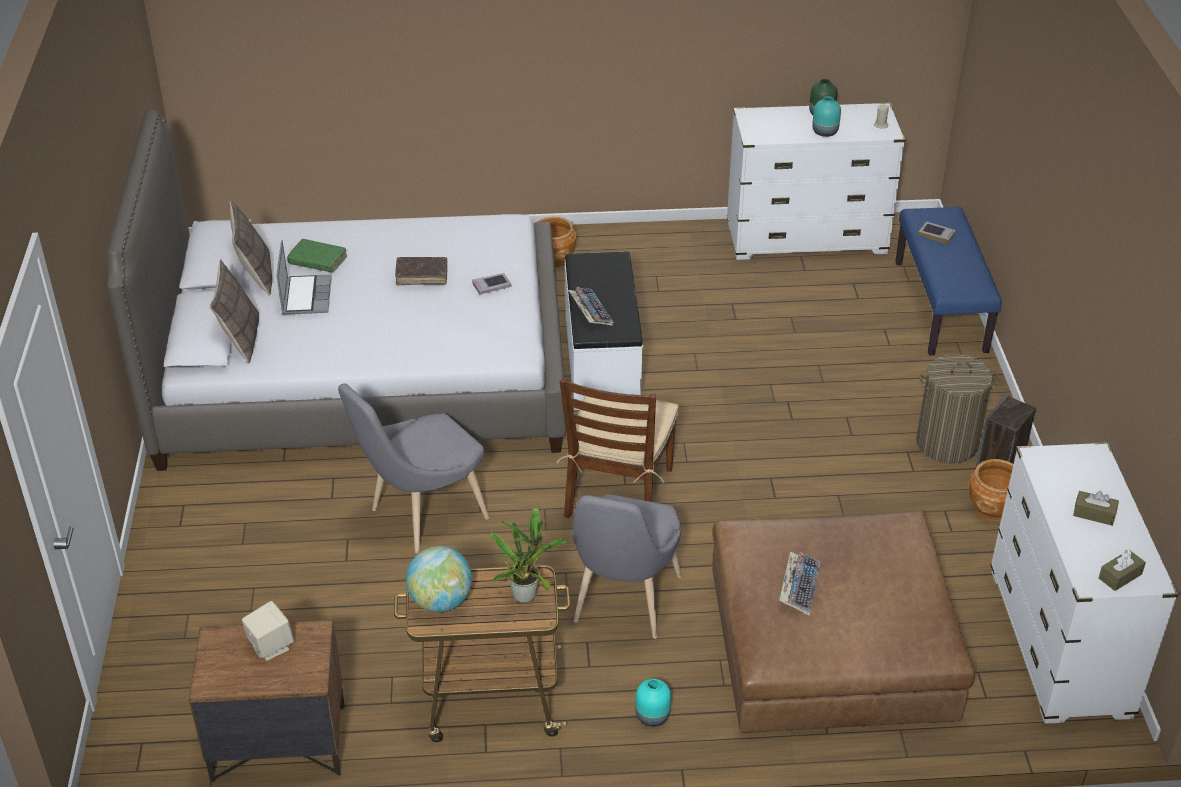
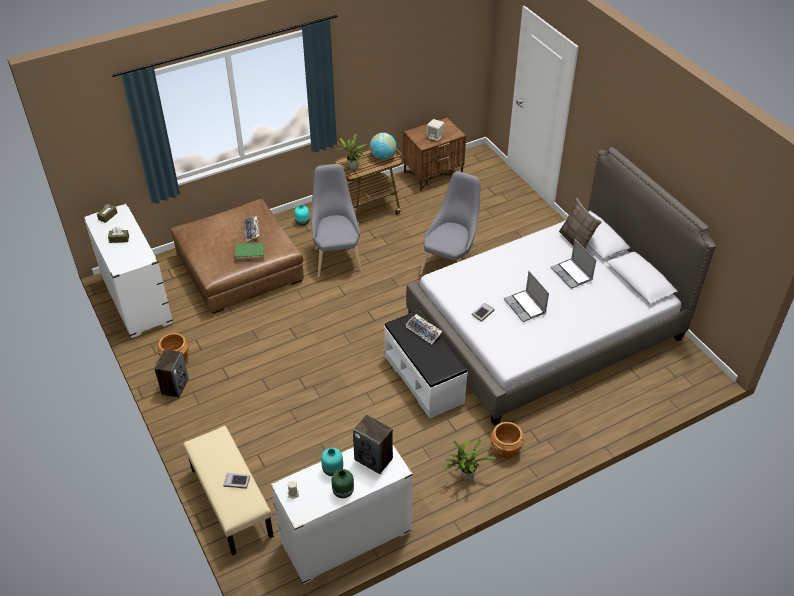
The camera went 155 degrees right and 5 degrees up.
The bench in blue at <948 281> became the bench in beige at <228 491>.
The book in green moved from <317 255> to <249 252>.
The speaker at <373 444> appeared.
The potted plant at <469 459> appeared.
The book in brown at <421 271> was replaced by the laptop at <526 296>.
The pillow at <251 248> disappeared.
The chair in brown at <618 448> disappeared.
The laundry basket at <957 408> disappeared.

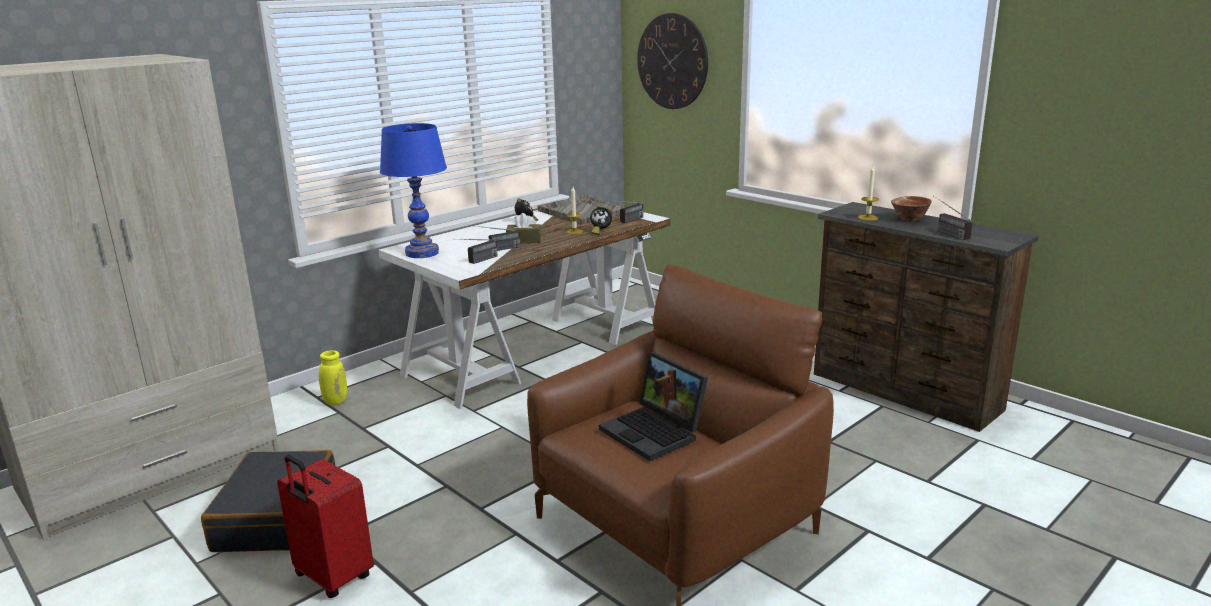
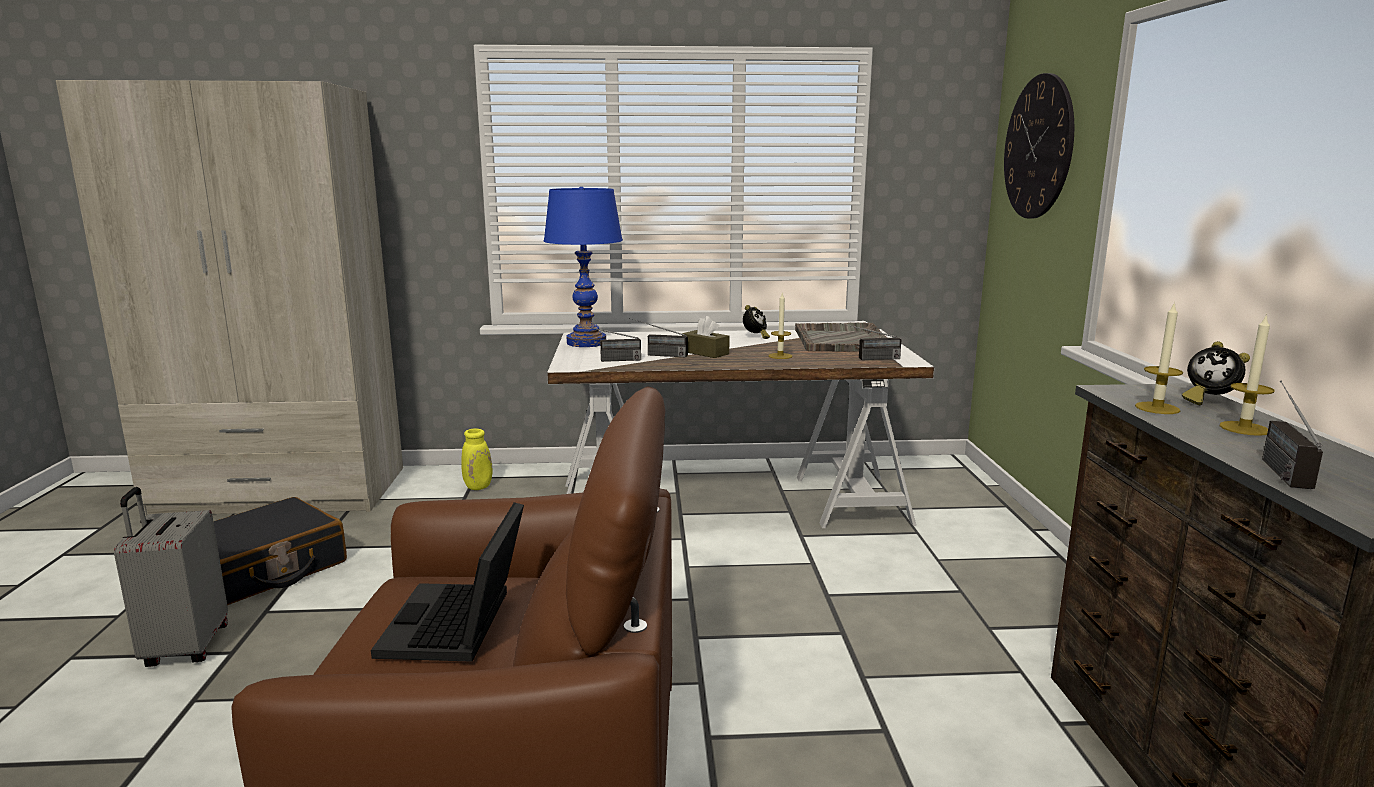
The camera went 40 degrees right and 5 degrees down.
The suitcase in red at <325 526> became the suitcase in grey at <171 577>.
The alarm clock moved from <601 220> to <1216 373>.
The bowl at <911 209> was replaced by the candle at <1247 375>.

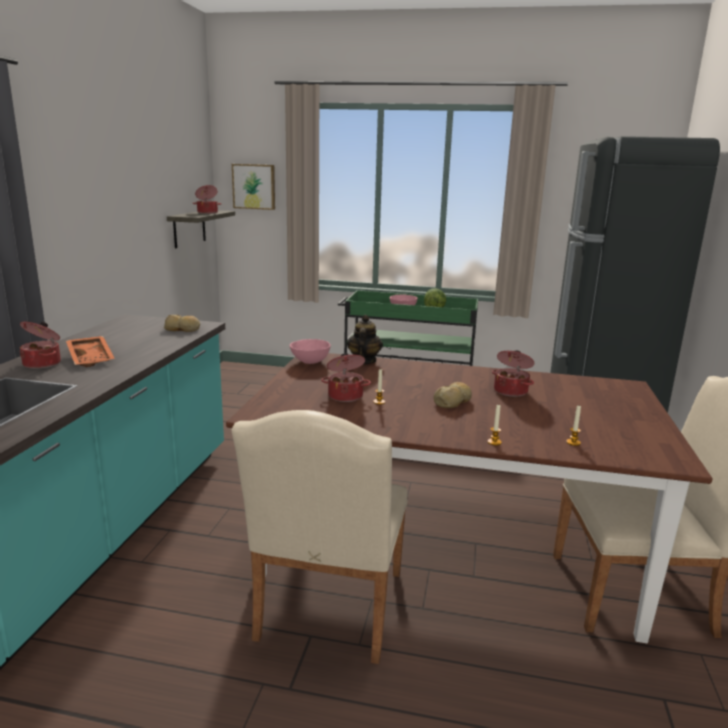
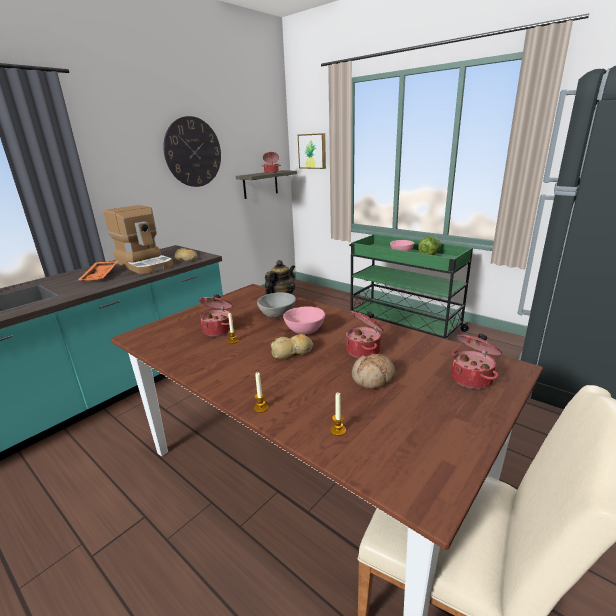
The camera went 30 degrees right and 5 degrees up.
The coffee machine at <138 239> appeared.
The wall clock at <192 151> appeared.
The bowl in grey at <276 305> appeared.
The bowl in pink moved from <310 351> to <304 320>.
The bread at <373 371> appeared.
The cooking pot moved from <40 345> to <476 361>.
The chair in beige at <319 537> disappeared.

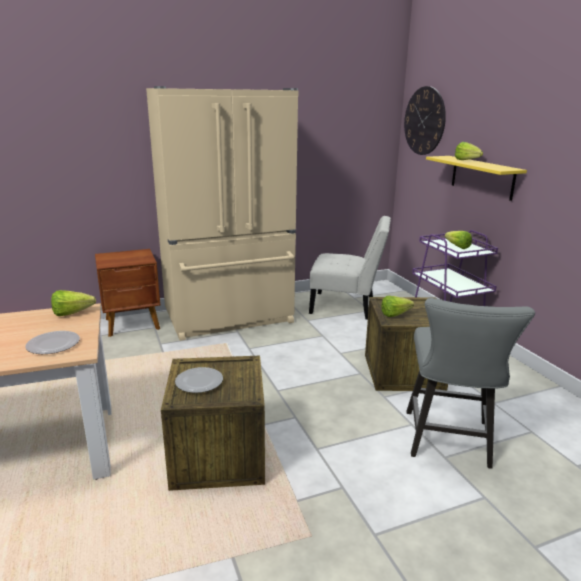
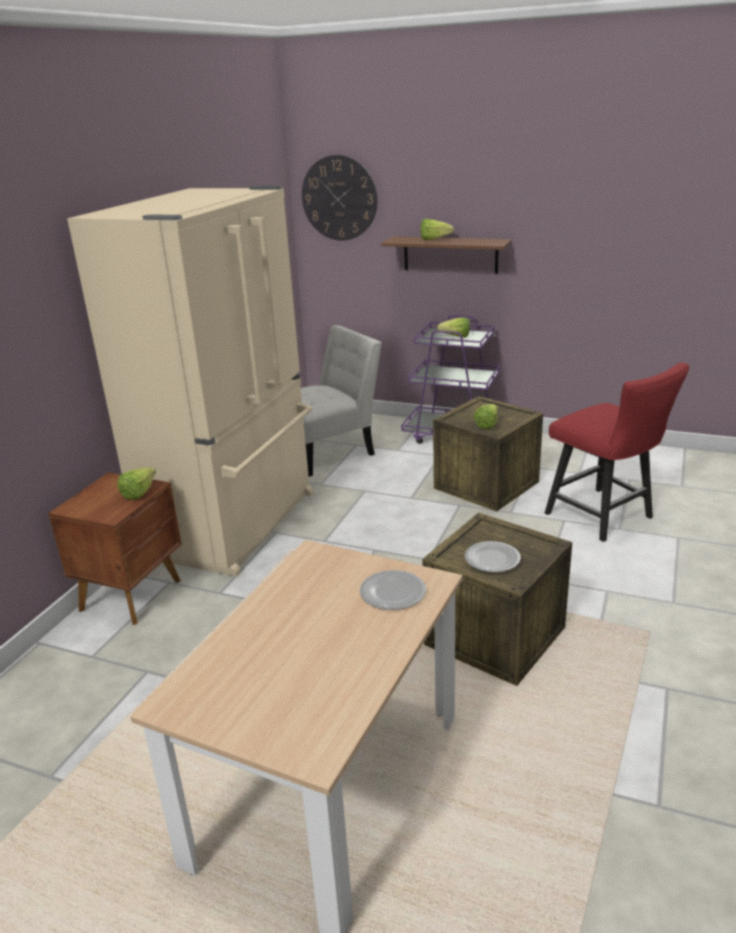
The camera went 45 degrees left and 5 degrees up.
The lettuce moved from <73 303> to <137 483>.
The shelf in yellow at <476 178> became the shelf in brown at <446 255>.
The chair in grey at <470 383> became the chair in red at <617 452>.

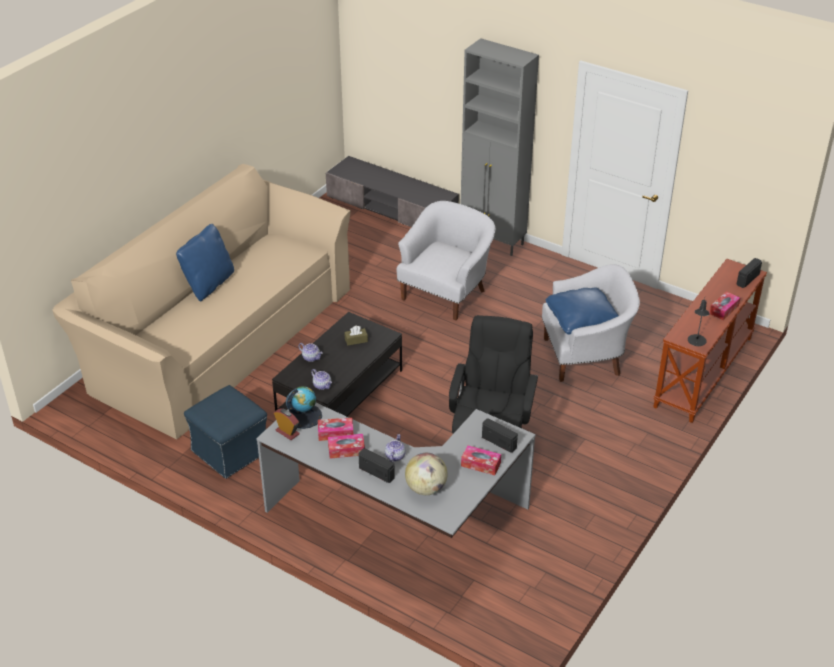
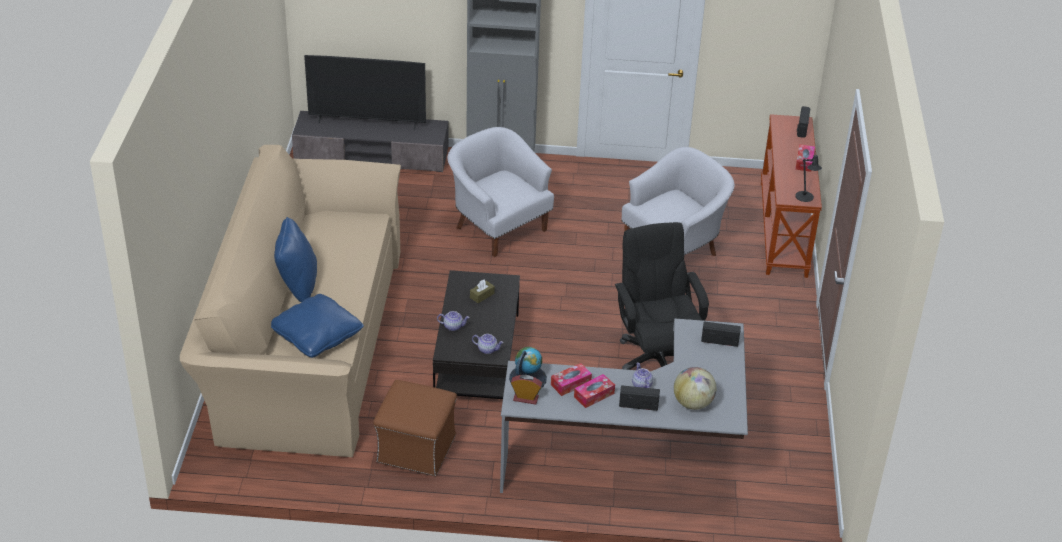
The camera went 30 degrees left and 0 degrees up.
The pillow in blue moved from <582 311> to <317 326>.
The television at <365 93> appeared.
The ottoman in blue at <225 432> became the ottoman in brown at <415 428>.
The armchair in white at <445 260> turned 45 degrees counterclockwise.
The tissue box at <481 460> disappeared.

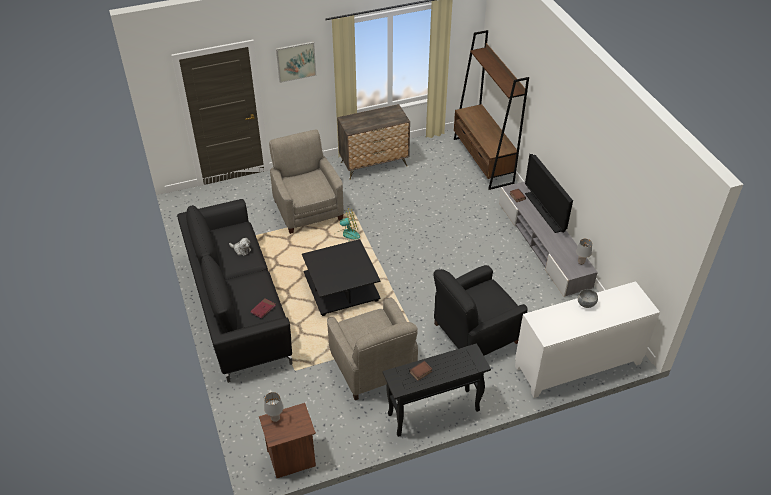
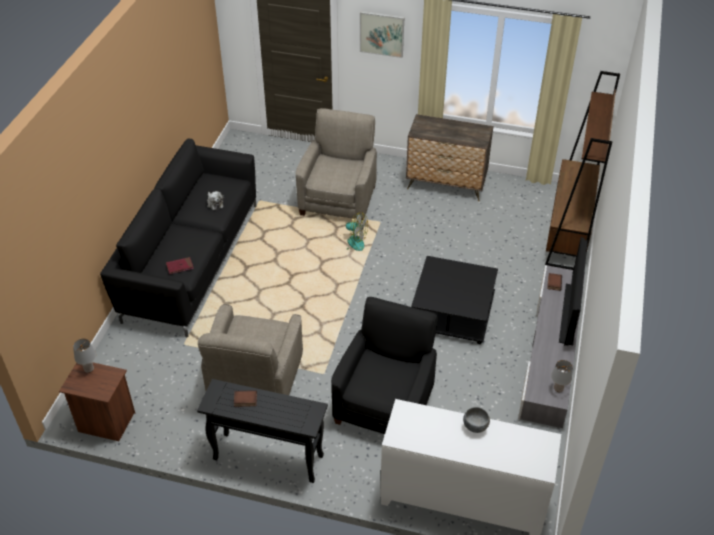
The camera went 35 degrees right and 0 degrees up.
The armchair in black at <481 310> turned 105 degrees clockwise.
The coffee table in black moved from <341 277> to <454 300>.

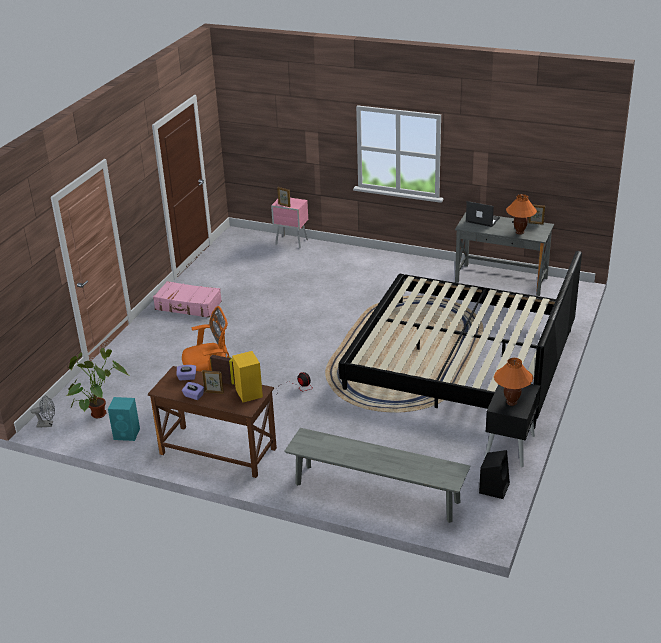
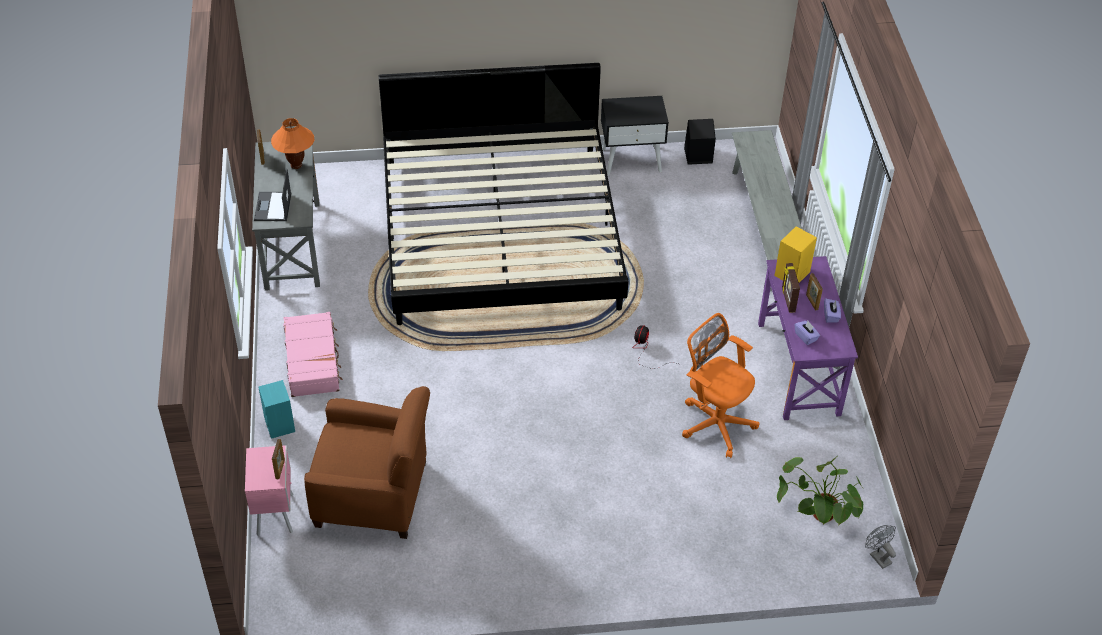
The camera went 120 degrees left and 15 degrees up.
The speaker in turquoise moved from <124 419> to <276 409>.
The suitcase in pink moved from <187 299> to <313 354>.
The armchair in brown at <367 462> appeared.
The desk in brown at <212 422> became the desk in purple at <808 338>.
The table lamp in orange at <513 382> disappeared.

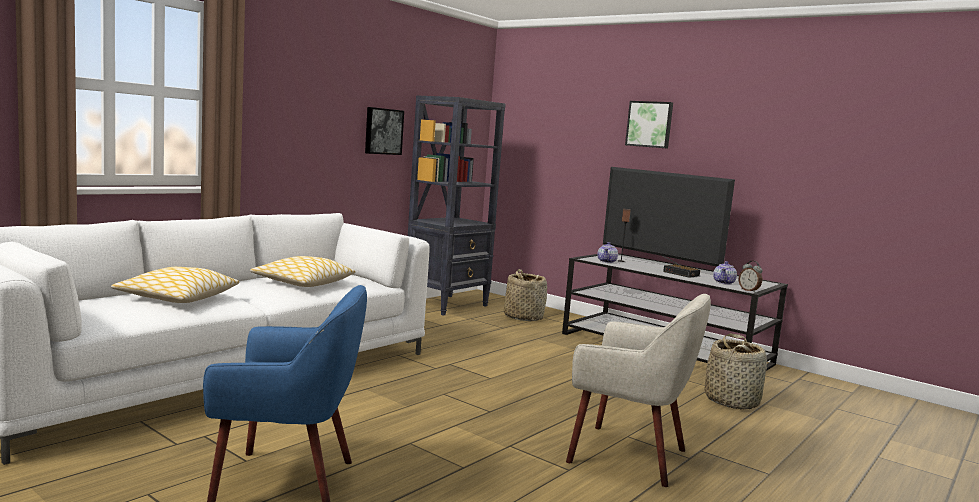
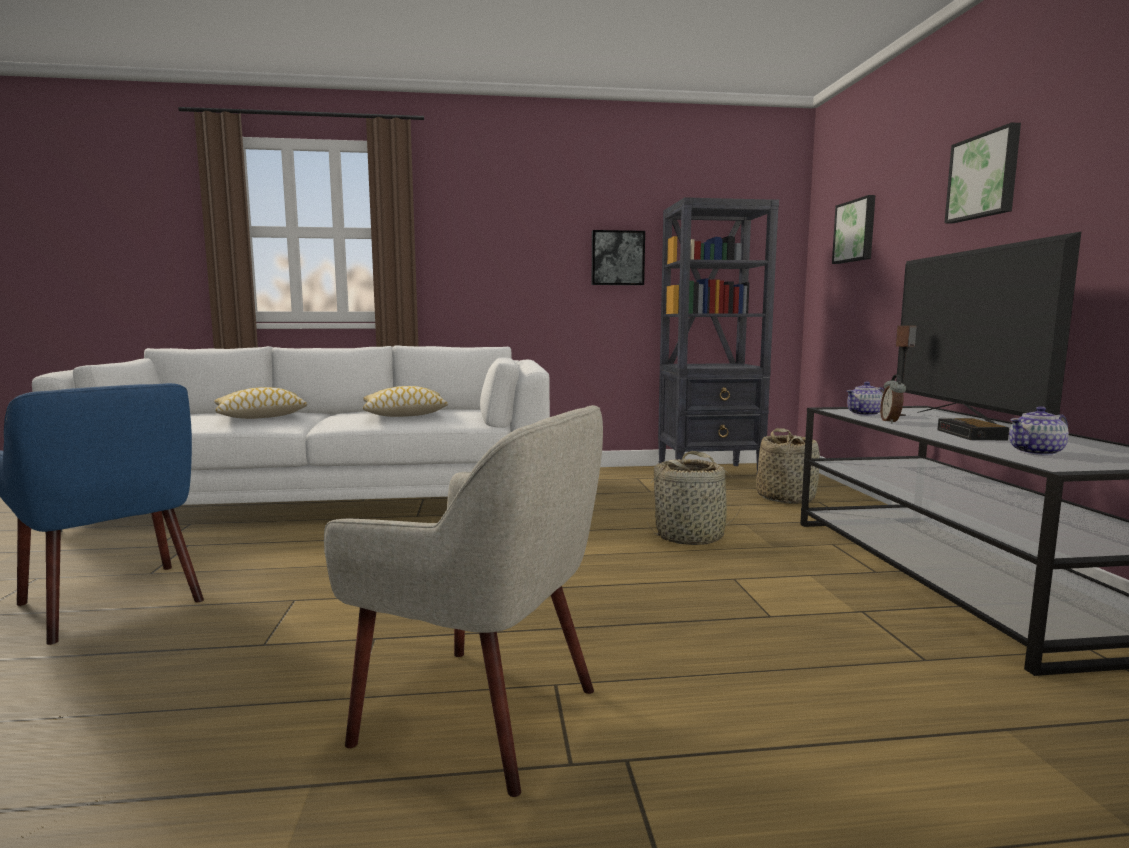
The camera went 45 degrees right and 0 degrees up.
The armchair in beige at <638 390> turned 45 degrees counterclockwise.
The basket moved from <736 372> to <694 498>.
The picture at <853 229> appeared.
The alarm clock moved from <750 277> to <893 399>.

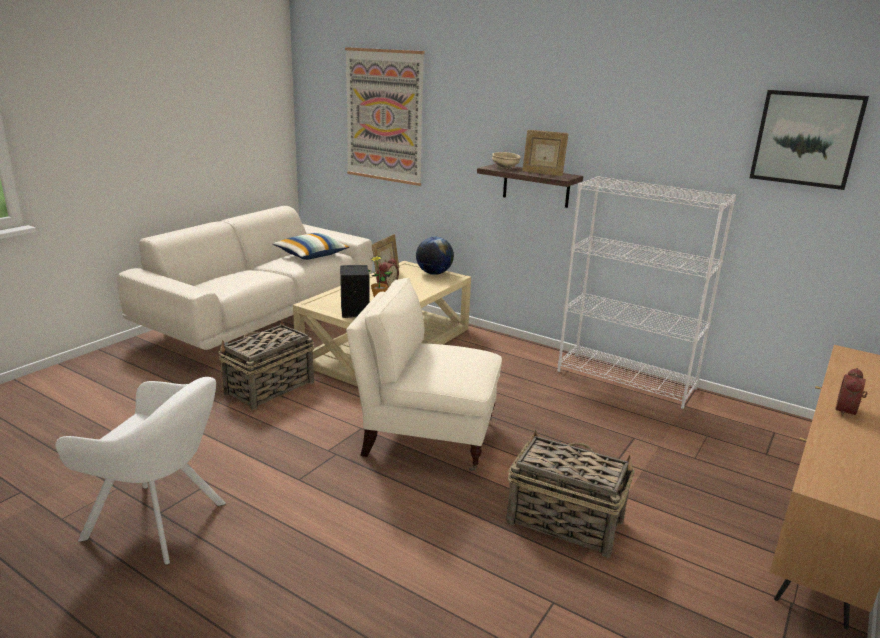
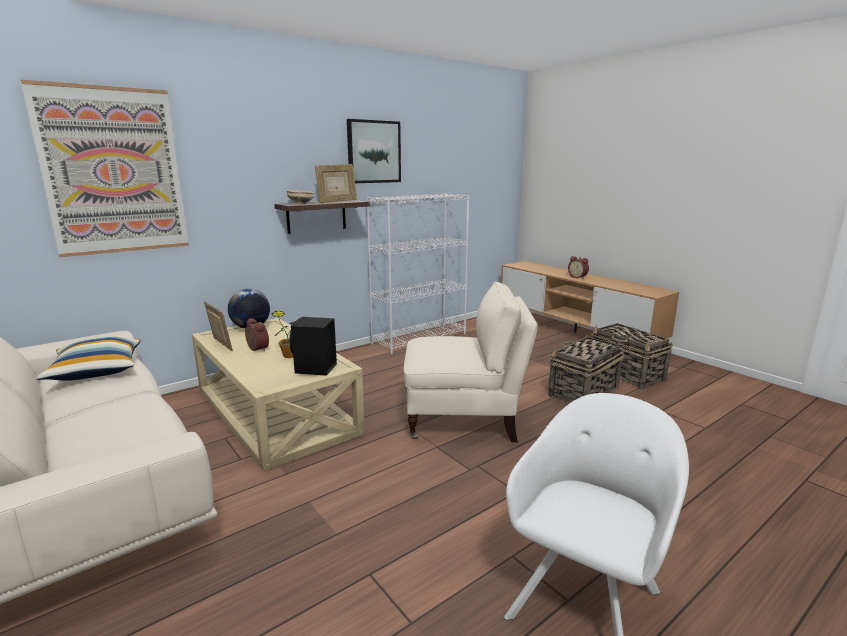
The camera went 70 degrees left and 5 degrees down.
The picture moved from <809 140> to <374 151>.
The armchair in beige at <424 374> turned 120 degrees counterclockwise.
The basket moved from <266 364> to <632 356>.

